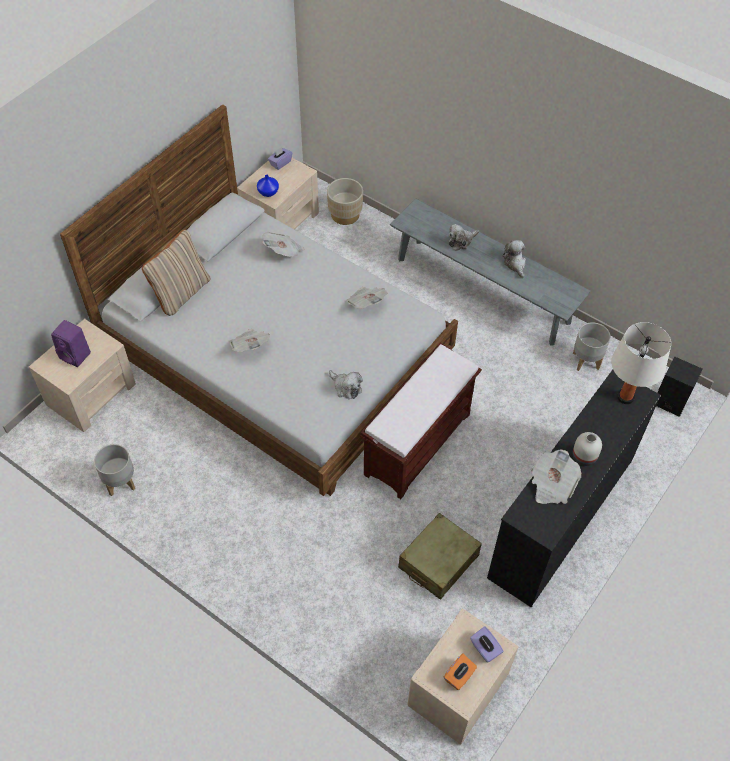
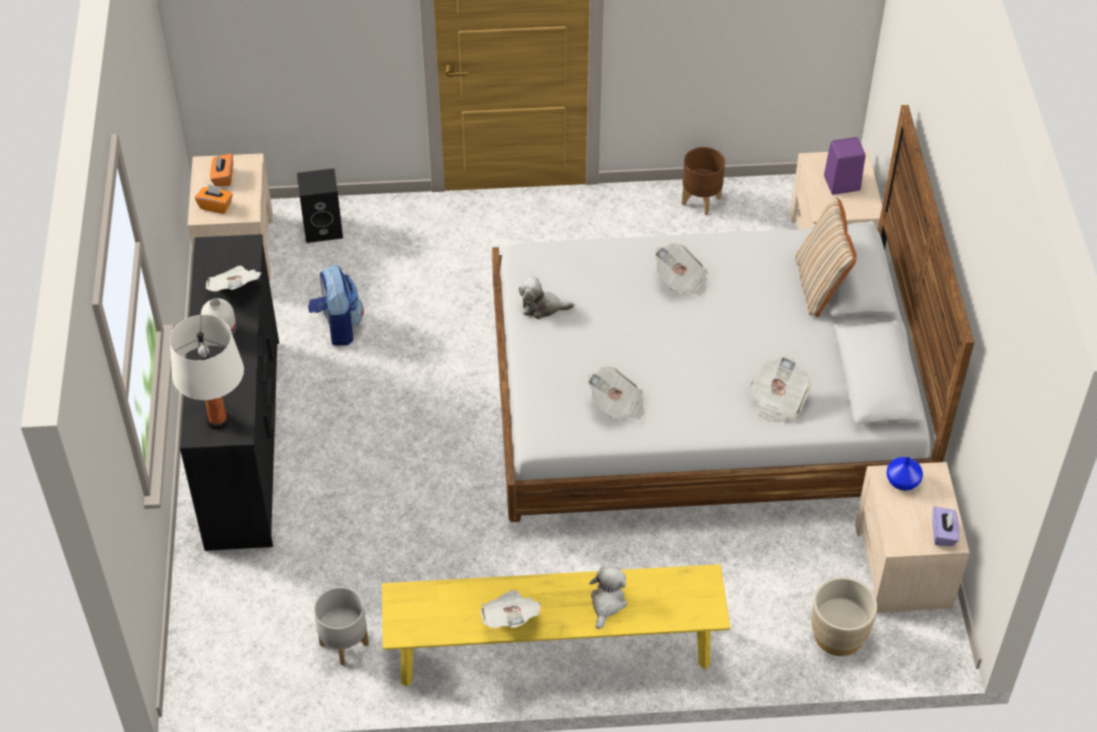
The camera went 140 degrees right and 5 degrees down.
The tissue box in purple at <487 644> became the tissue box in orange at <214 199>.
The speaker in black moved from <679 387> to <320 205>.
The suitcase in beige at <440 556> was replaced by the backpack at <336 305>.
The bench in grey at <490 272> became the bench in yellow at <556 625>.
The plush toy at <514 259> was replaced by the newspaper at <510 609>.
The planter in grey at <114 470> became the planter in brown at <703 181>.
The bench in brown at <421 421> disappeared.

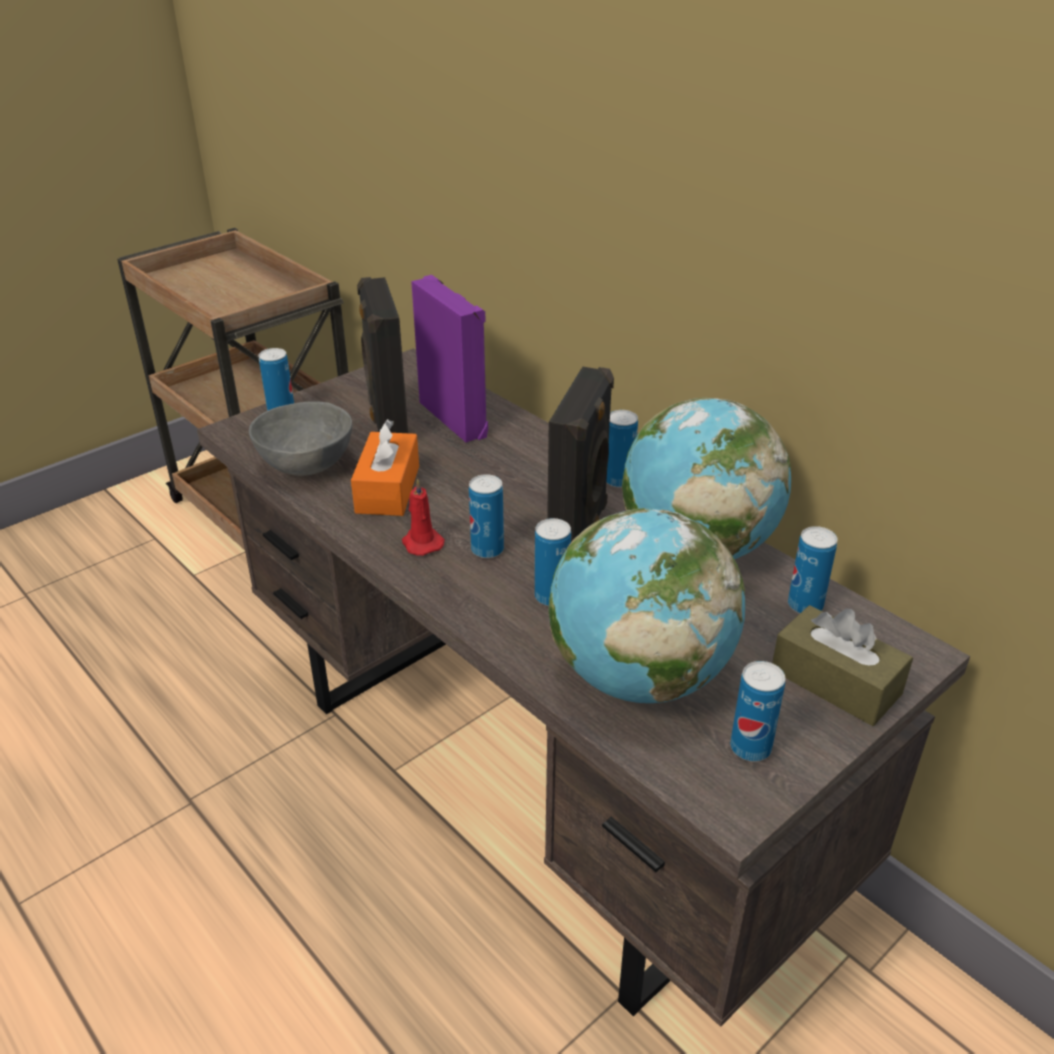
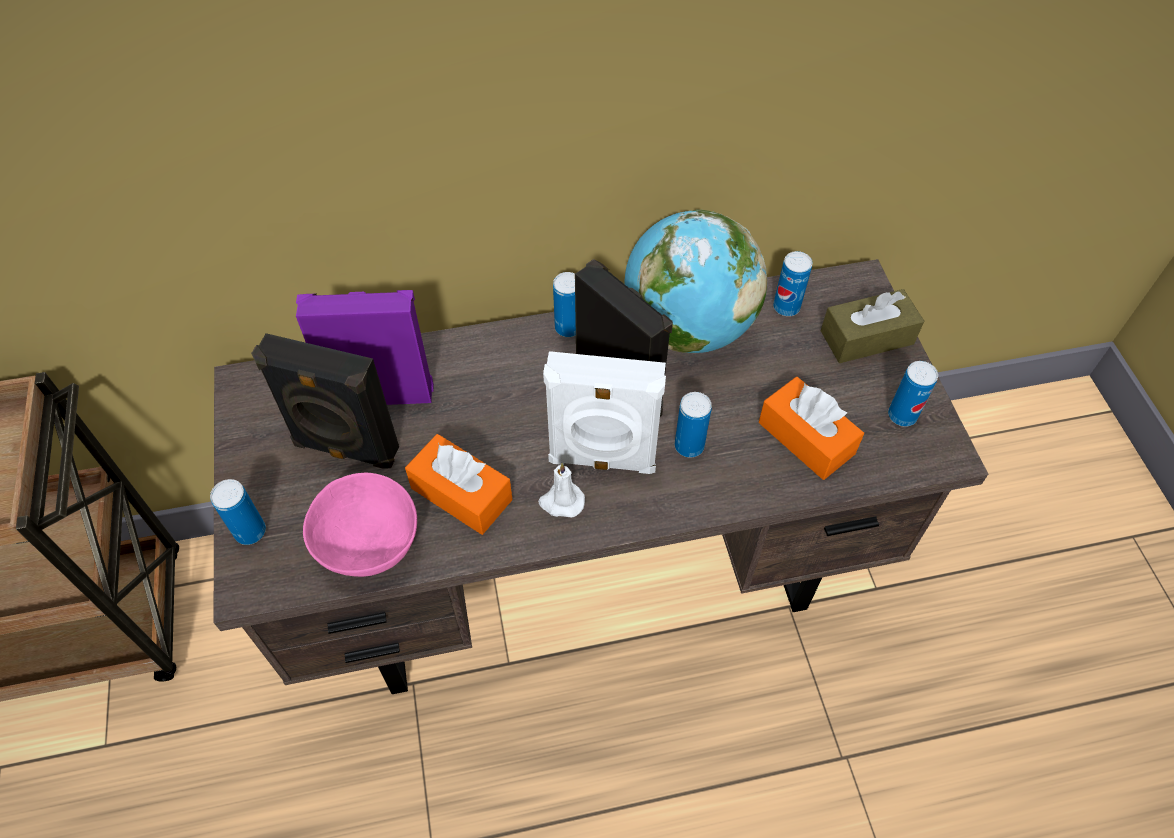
The camera went 60 degrees left and 20 degrees up.
The bowl in grey at <300 438> became the bowl in pink at <360 525>.
The candle in red at <423 517> became the candle in white at <561 490>.
The can at <486 516> was replaced by the speaker in white at <604 412>.
The globe at <647 605> was replaced by the tissue box in orange at <811 428>.

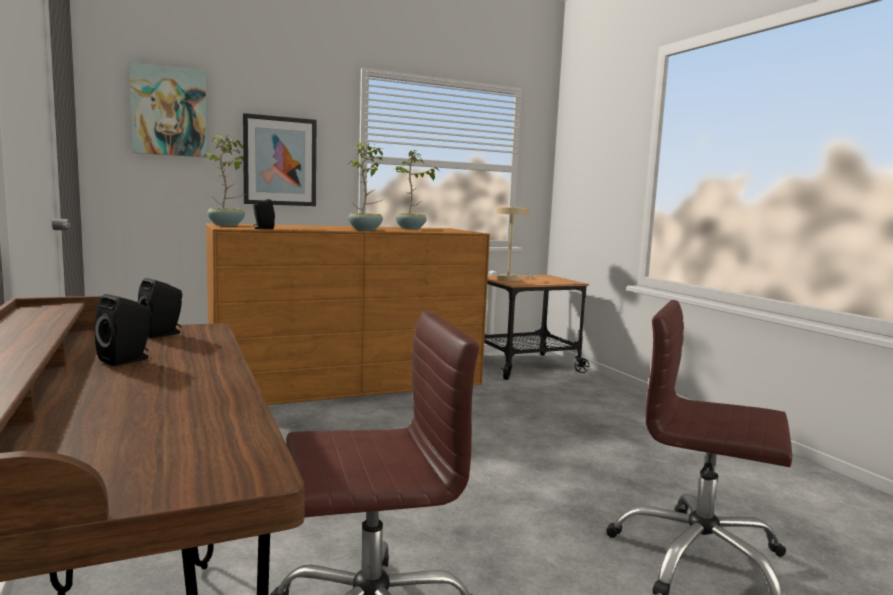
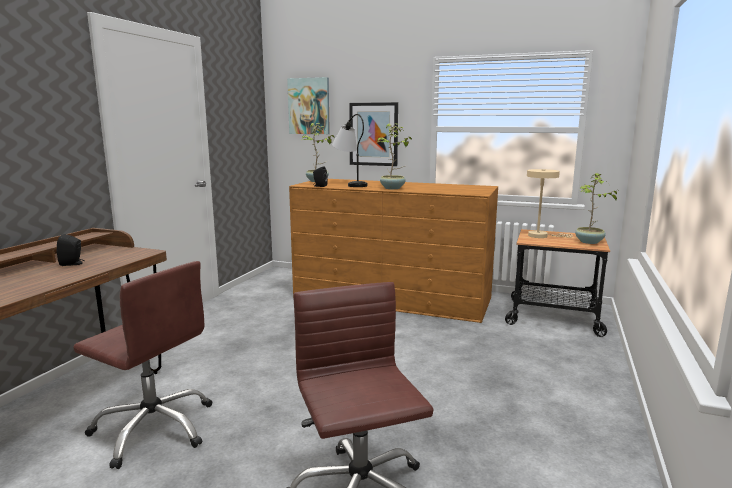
The camera went 45 degrees right and 5 degrees up.
The table lamp at <349 150> appeared.
The potted plant moved from <417 189> to <596 208>.
The speaker in black at <159 308> disappeared.

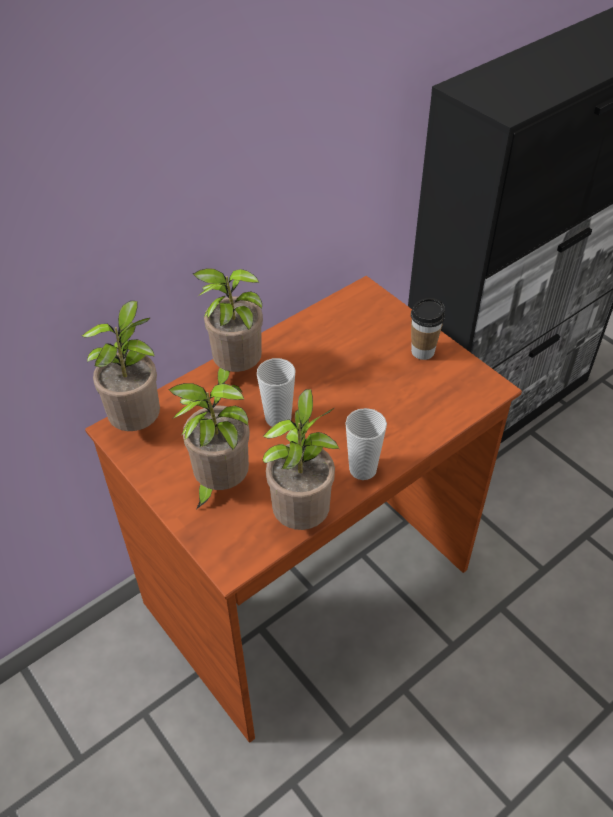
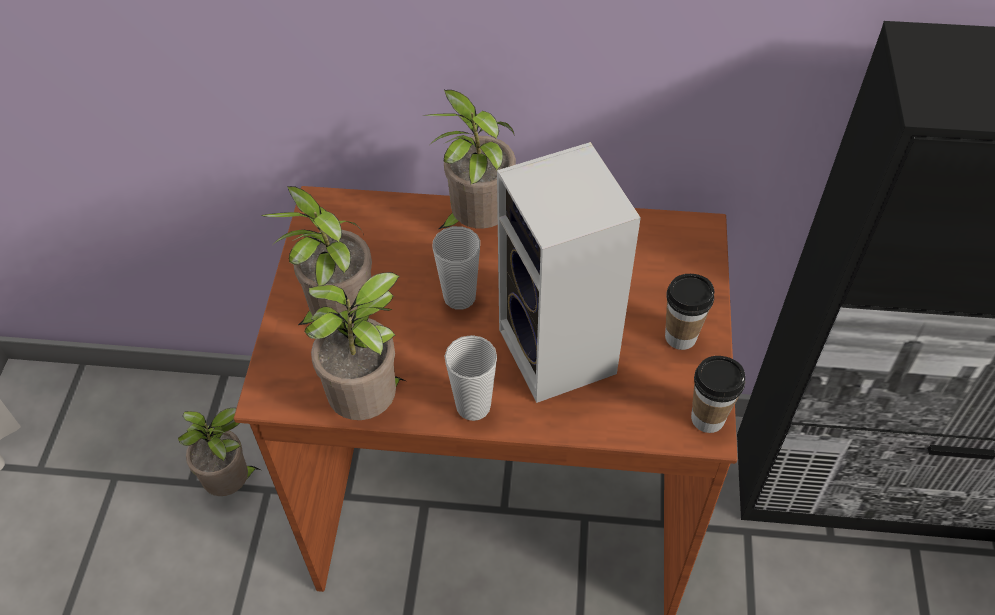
The camera went 45 degrees right and 5 degrees up.
The potted plant moved from <120 366> to <219 452>.
The speaker at <569 272> appeared.
The cup at <718 394> appeared.

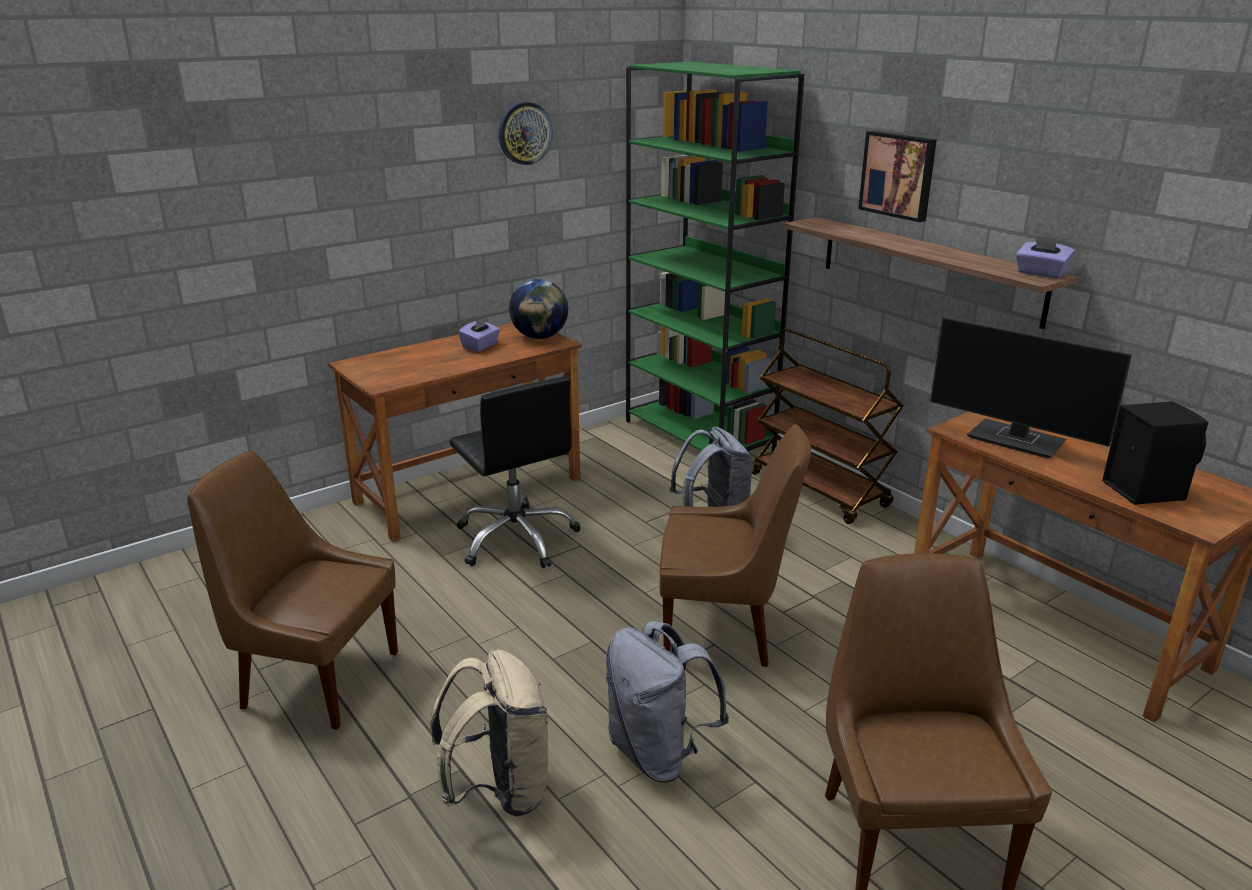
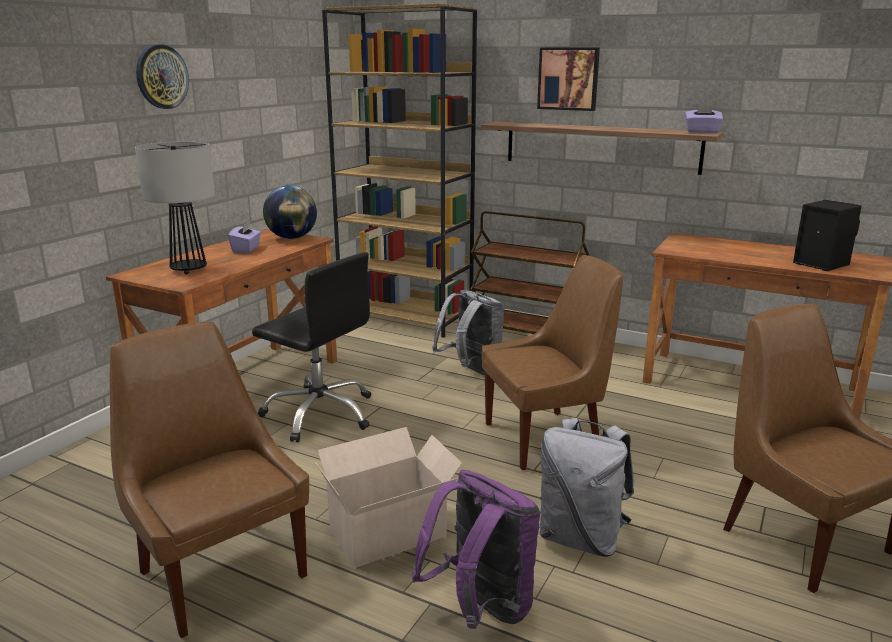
The camera went 25 degrees left and 5 degrees down.
The chair in brown at <292 590> turned 60 degrees clockwise.
The table lamp at <175 208> appeared.
The wall clock moved from <526 133> to <162 76>.
The cardboard box at <388 497> appeared.
The bookcase in green at <715 256> became the bookcase in brown at <399 170>.
The backpack in beige at <490 733> became the backpack in purple at <475 549>.
The monitor at <1031 388> disappeared.

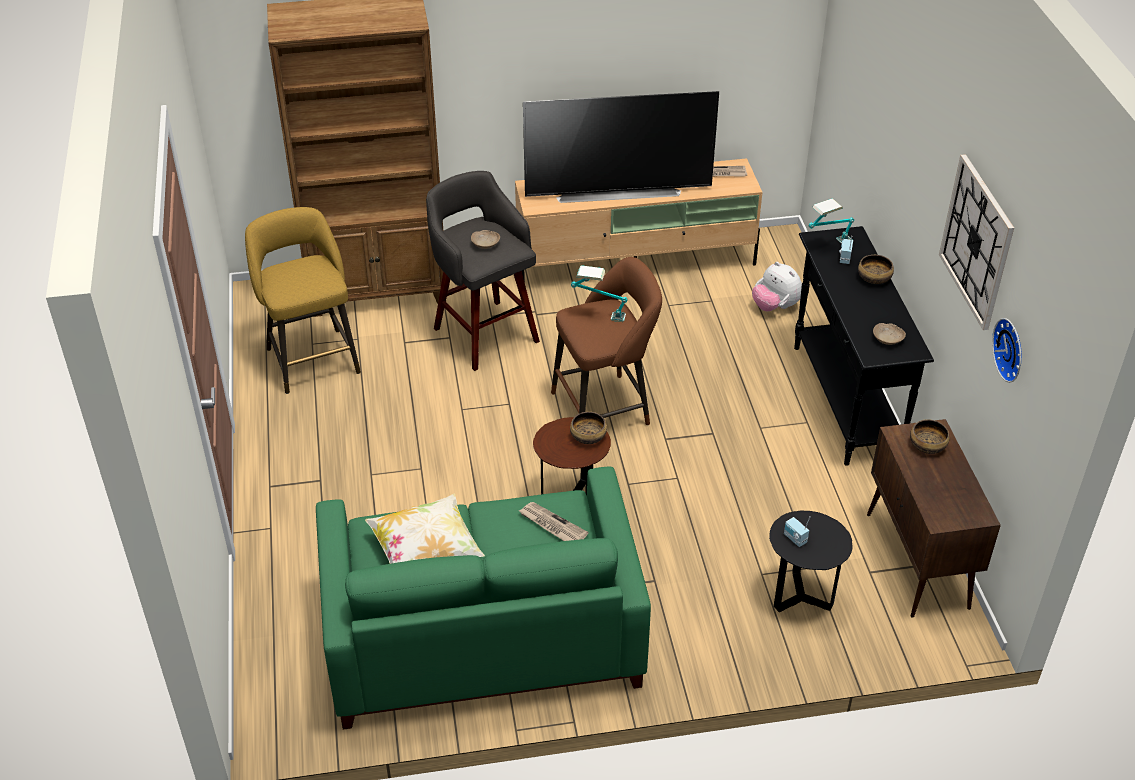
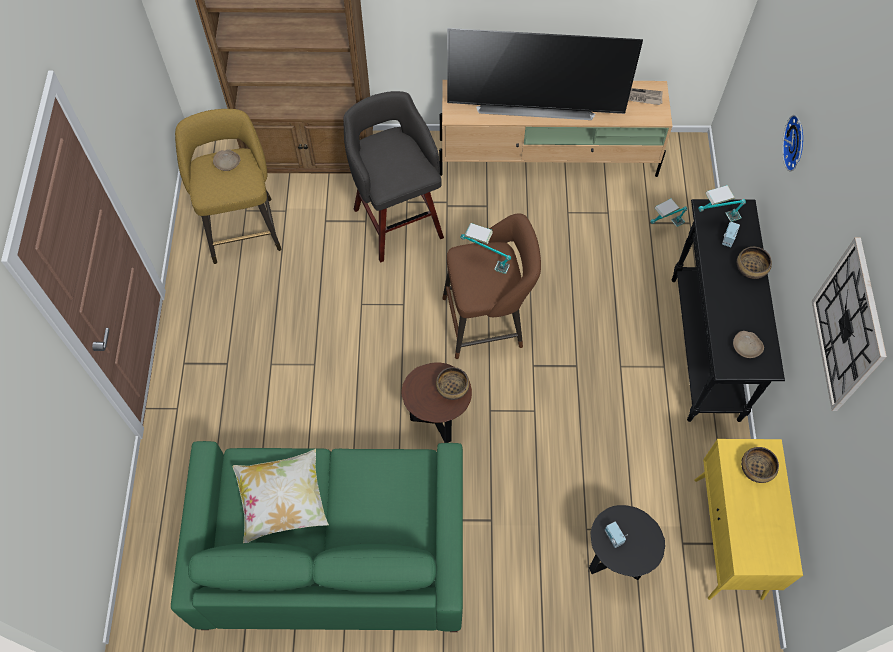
The camera went 10 degrees right and 20 degrees up.
The bowl in beige moved from <485 239> to <226 160>.
The plush toy at <777 286> was replaced by the table lamp at <669 212>.
The cabinet in brown at <934 518> became the cabinet in yellow at <748 519>.
The wall clock moved from <1007 350> to <792 143>.
The newspaper at <554 521> disappeared.

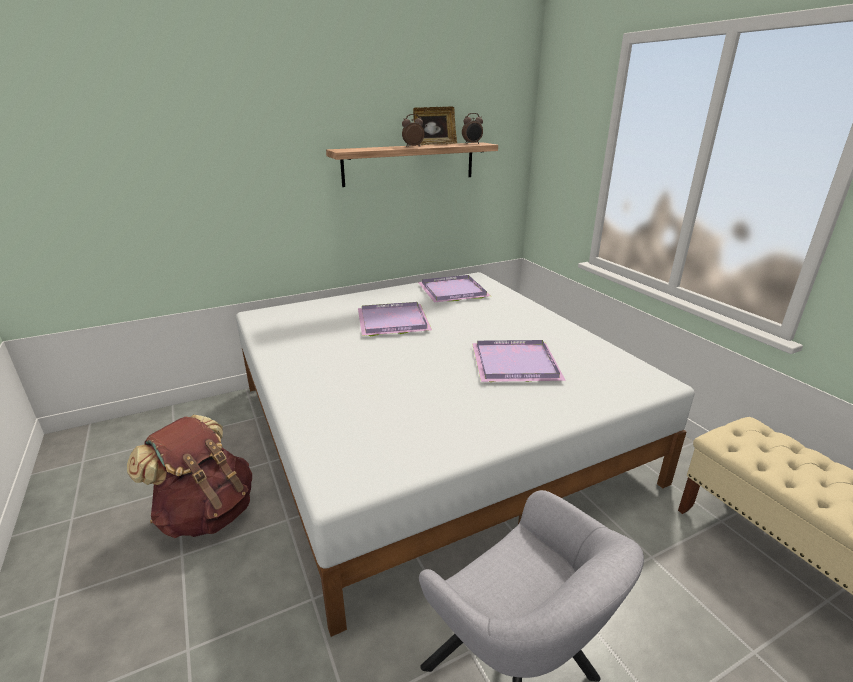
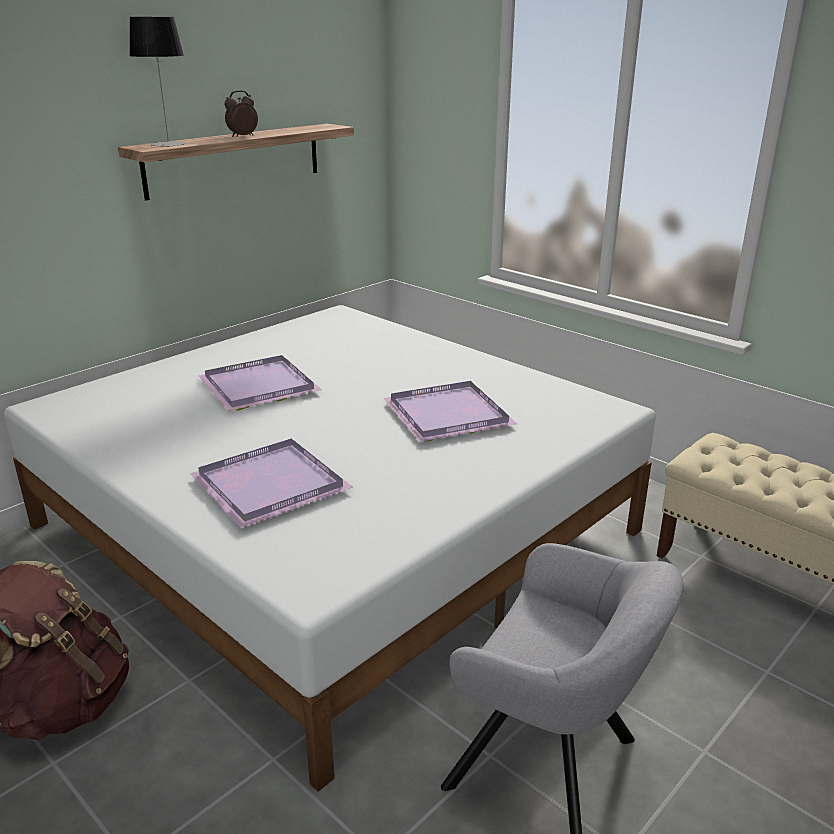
The camera went 20 degrees left and 0 degrees up.
The table lamp at <157 82> appeared.
The tray in purple moved from <454 288> to <271 483>.
The picture frame at <435 126> disappeared.
The alarm clock at <472 128> disappeared.

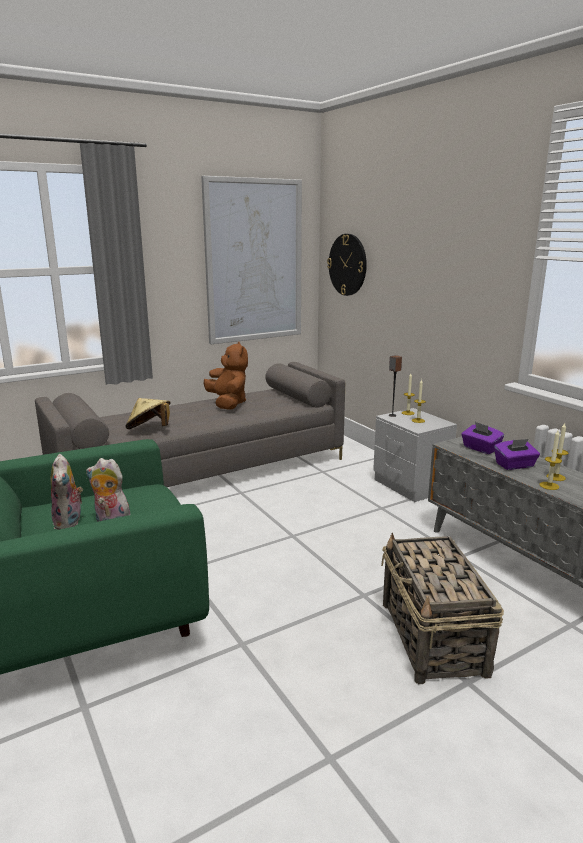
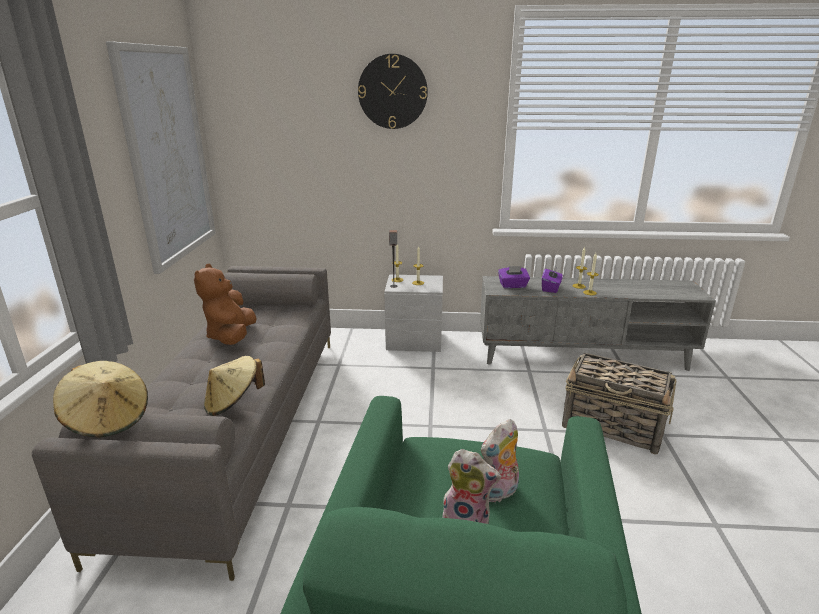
The camera went 55 degrees left and 5 degrees up.
The hat in beige at <100 399> appeared.
The plush toy in brown at <226 375> turned 105 degrees counterclockwise.
The wall clock moved from <347 265> to <393 91>.

